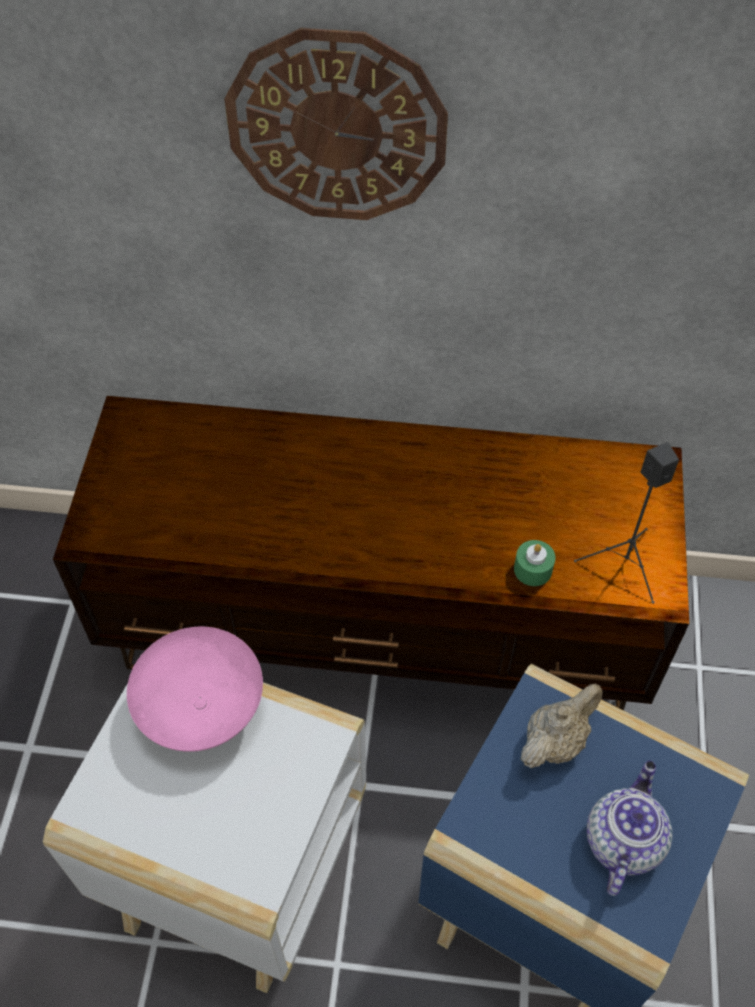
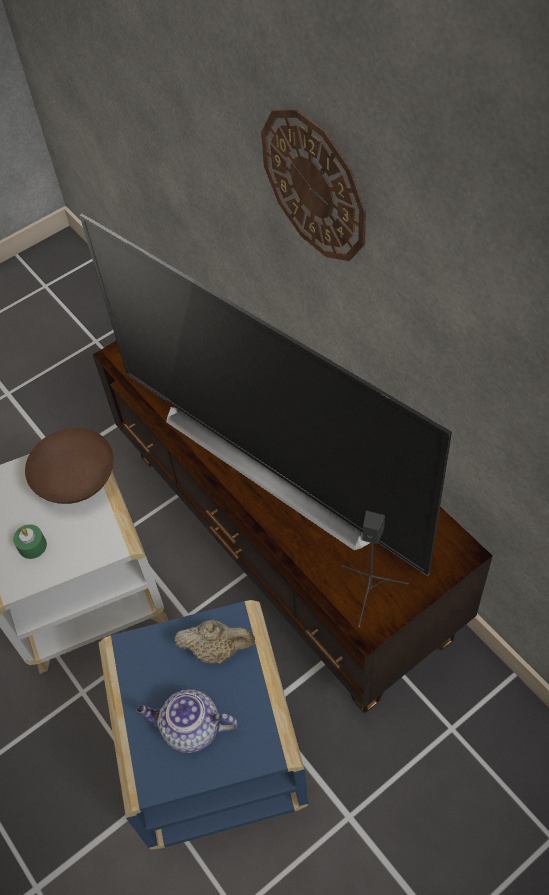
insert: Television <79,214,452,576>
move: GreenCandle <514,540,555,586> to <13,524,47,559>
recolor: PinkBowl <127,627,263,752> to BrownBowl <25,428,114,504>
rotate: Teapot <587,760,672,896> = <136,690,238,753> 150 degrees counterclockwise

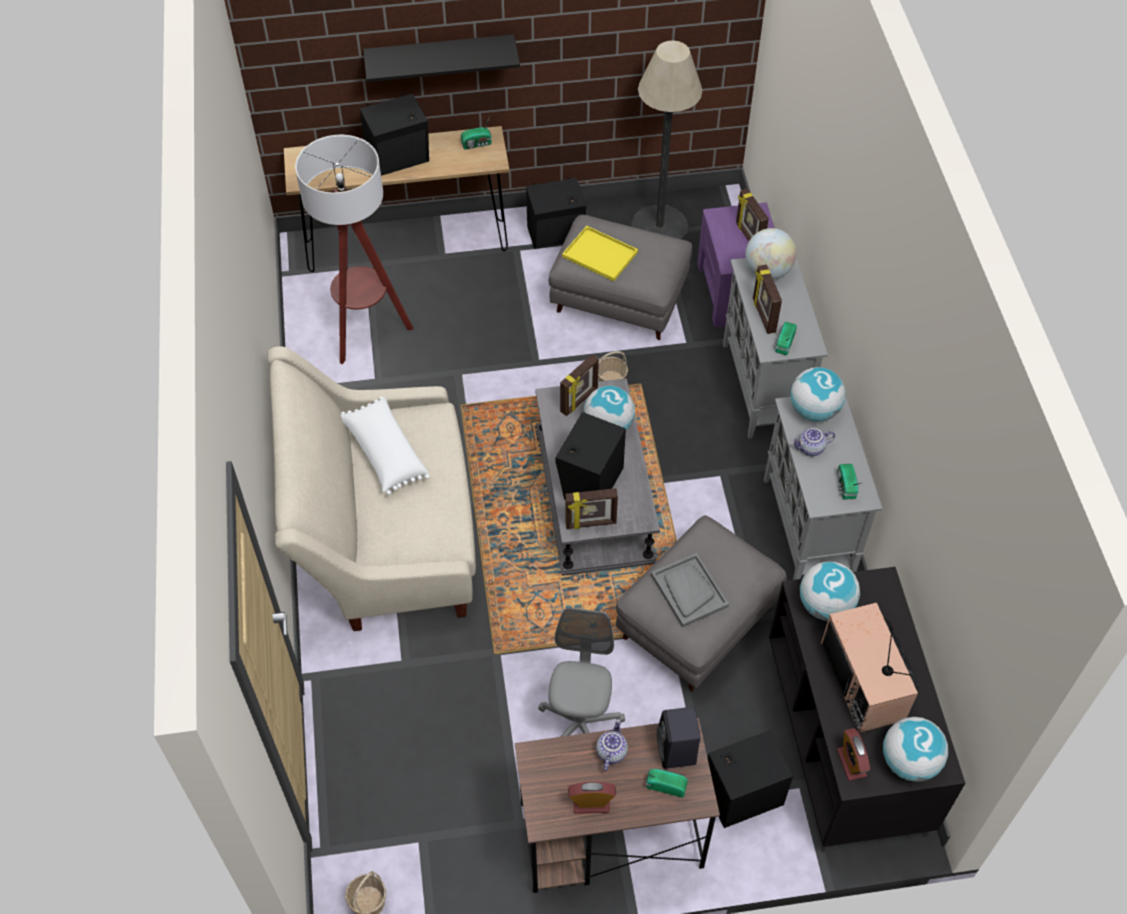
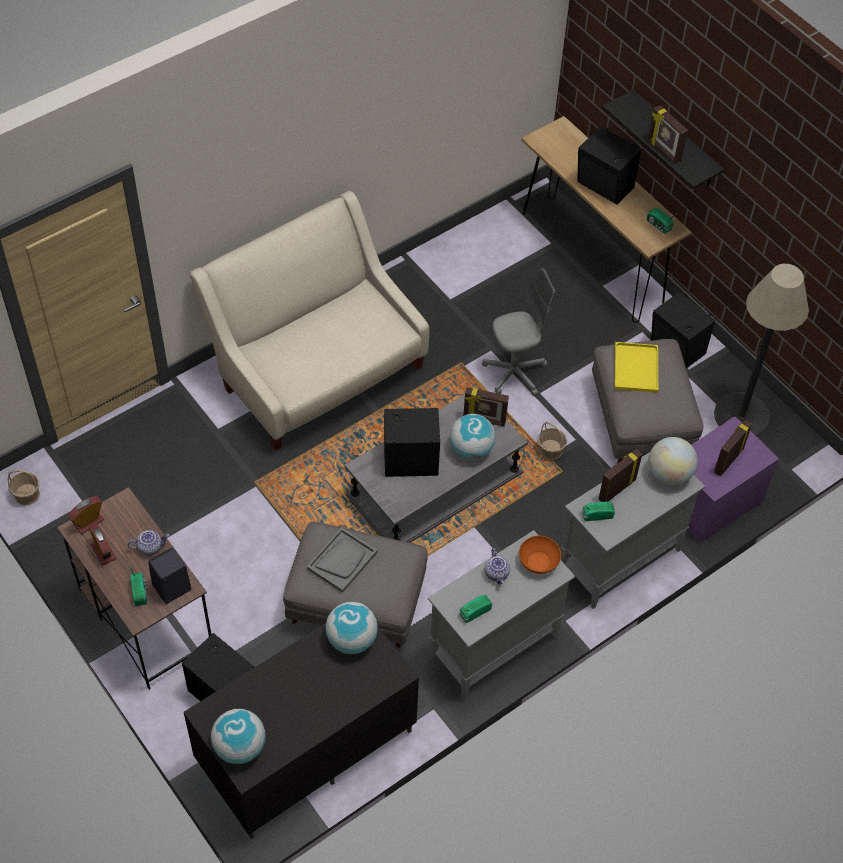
delete: FloorLamp <295,135,413,364>; WhitePillow <341,397,430,495>; Television <821,603,919,733>
move: GreyOfficeChair <538,608,625,737> to <482,268,555,396>; PictureFrame <565,488,618,529> to <648,105,688,164>; AlarmClock <837,728,870,781> to <68,496,104,534>
replace: Globe <790,367,846,422> to OrangeBowl <519,536,561,574>
rotate: Teapot <791,428,835,456> = <485,548,510,584> 150 degrees counterclockwise

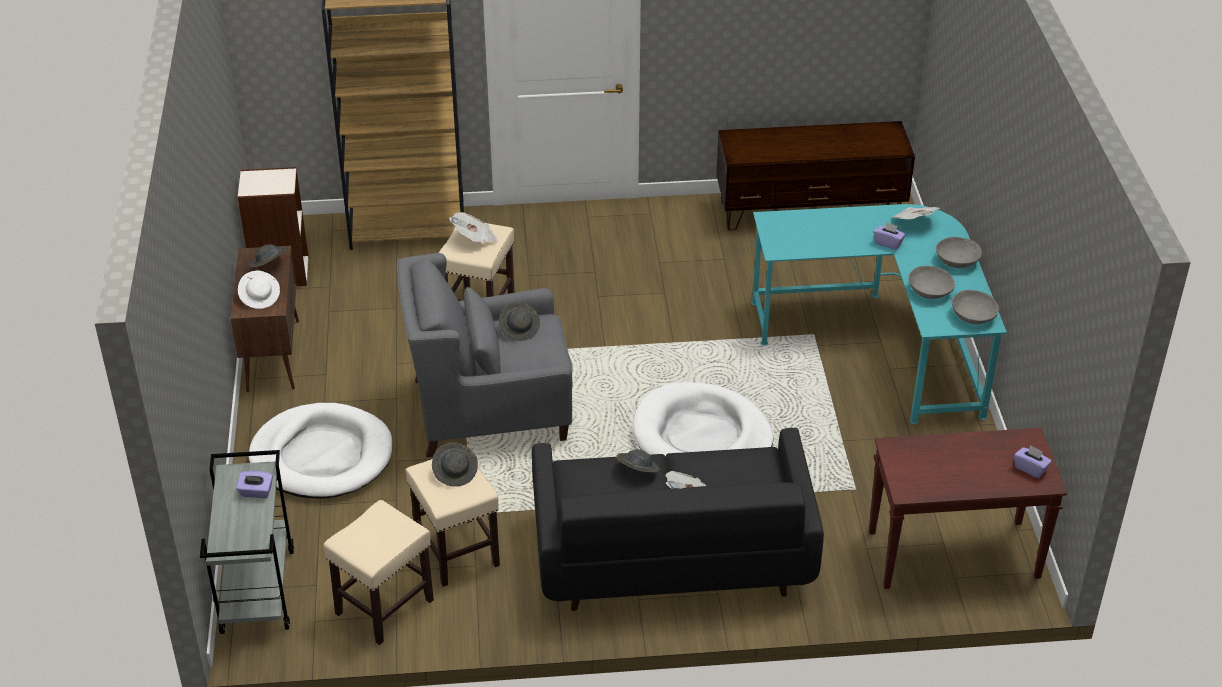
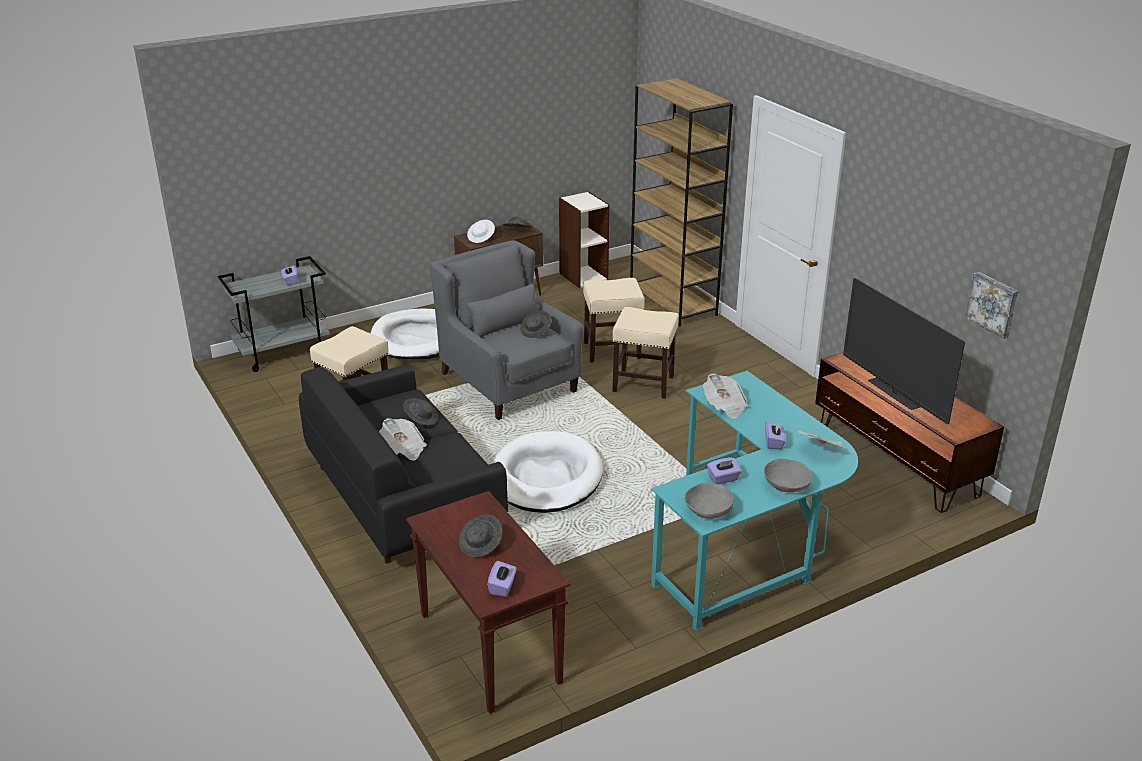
insert: Television <843,278,965,424>; Picture <965,272,1018,339>
move: BeigeStool <324,500,434,645> to <613,307,679,399>; GreyHat <432,442,478,487> to <459,514,503,557>; Newspaper <449,212,499,243> to <703,373,748,419>
replace: GreyBowl <908,266,955,299> to PurpleTissueBox <707,457,742,484>

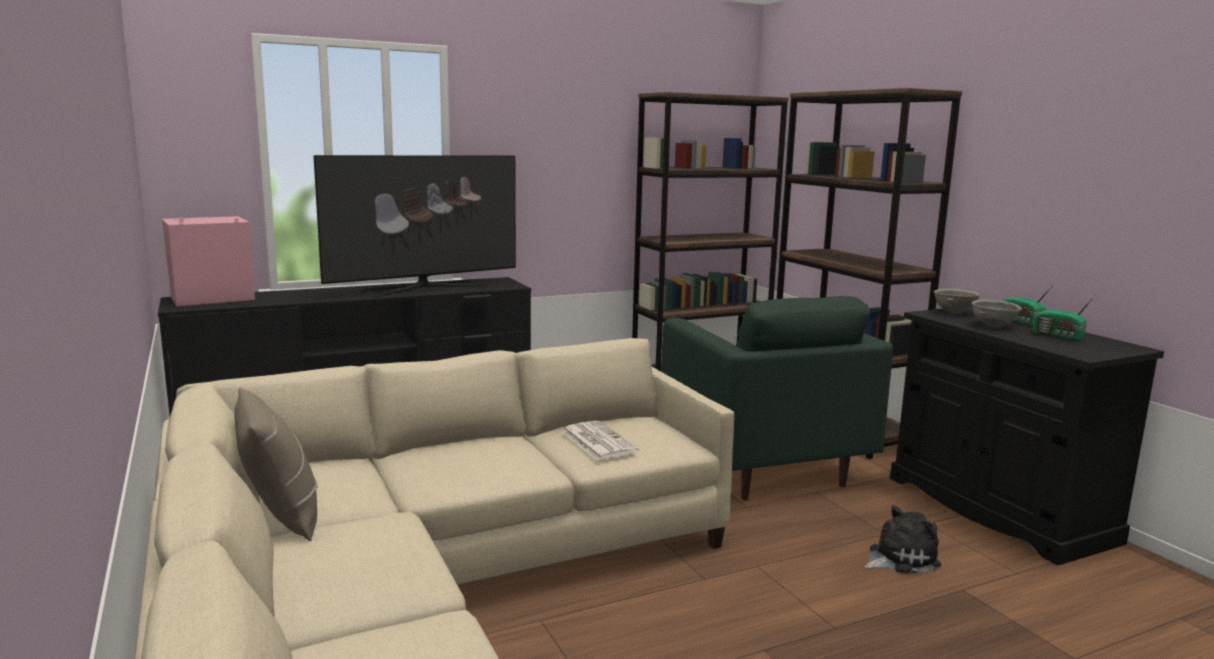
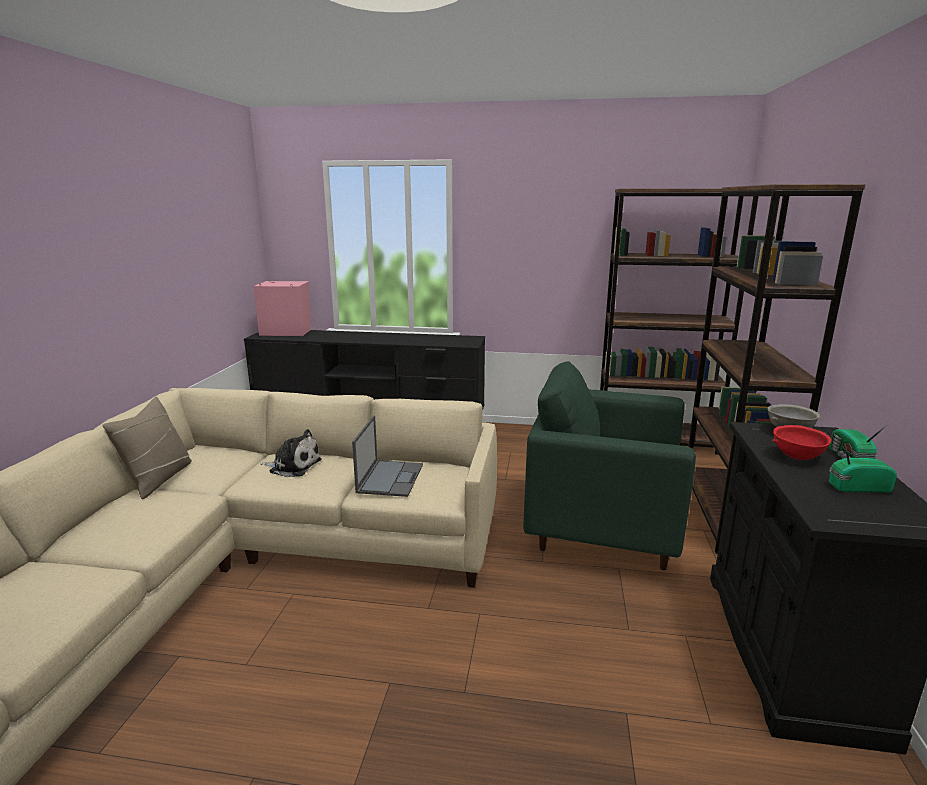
delete: Television <314,155,516,297>
move: PlushToy <864,505,941,574> to <261,429,322,477>
replace: Newspaper <562,421,639,460> to Laptop <352,415,423,497>
recolor: GreyBowl <972,299,1022,327> to RedBowl <772,425,831,460>
rotate: GreenArmchair <661,296,893,501> = <523,361,696,570> 90 degrees clockwise; Radio <1033,297,1094,340> = <829,443,897,493> 105 degrees clockwise

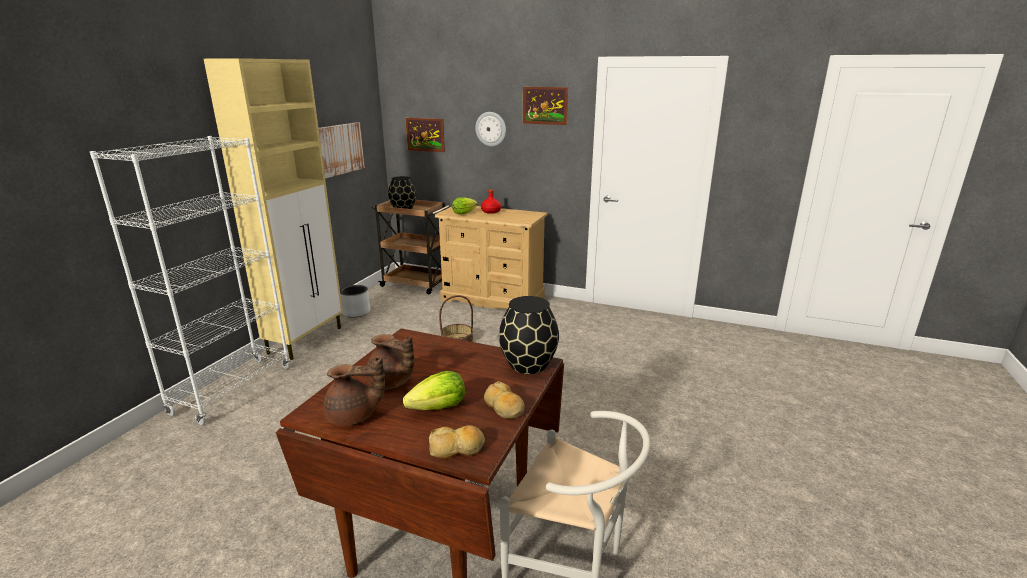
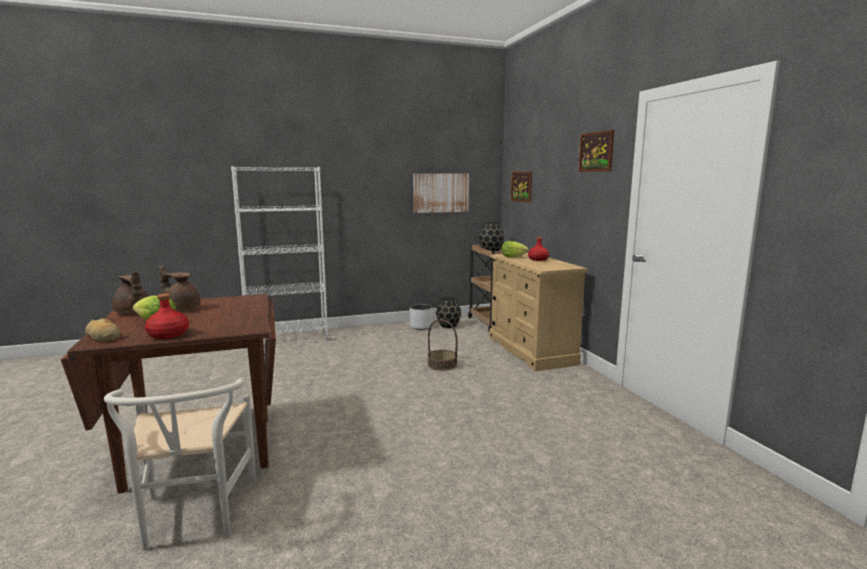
delete: BeigeCabinet <204,58,343,360>; WallClock <475,112,506,146>
move: BlackVase <499,296,559,374> to <436,297,461,328>
replace: Bread <484,381,525,419> to RedBottle <145,293,189,339>
rotate: BrownTeapot <366,334,414,389> = <159,265,201,311> 120 degrees clockwise

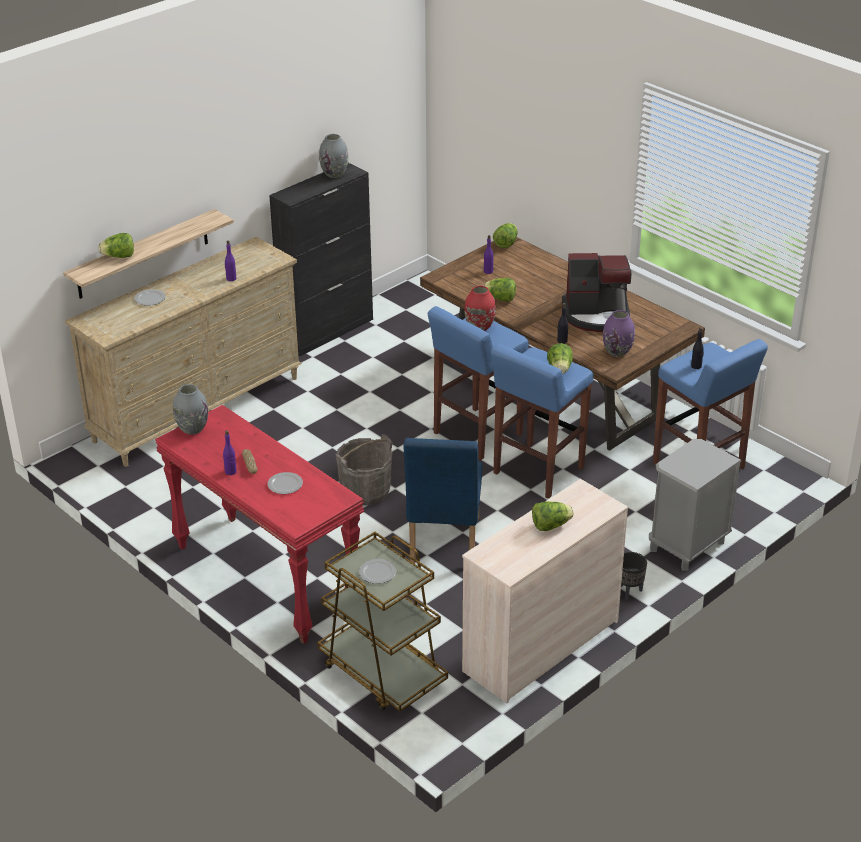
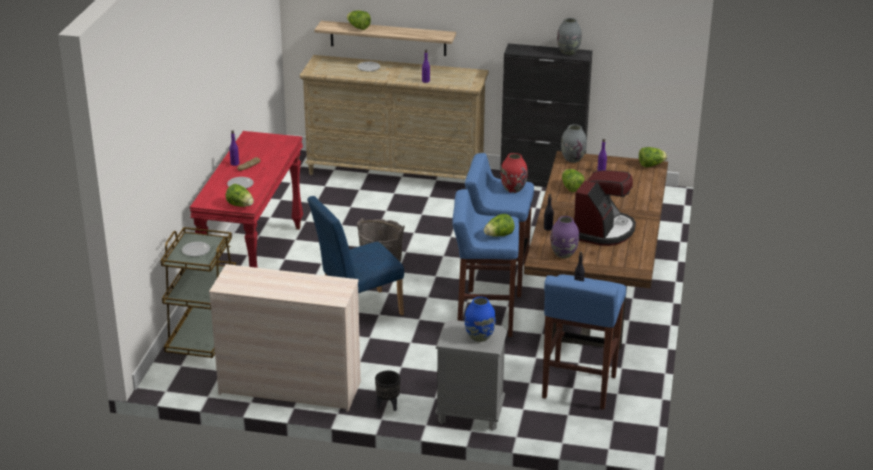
insert: BlueVase <465,297,496,342>
move: GreyVase <173,384,208,435> to <561,124,587,163>; Lettuce <532,501,574,531> to <226,184,254,207>
rotate: CoffeeMachine <562,253,631,332> = <574,170,636,246> 120 degrees counterclockwise

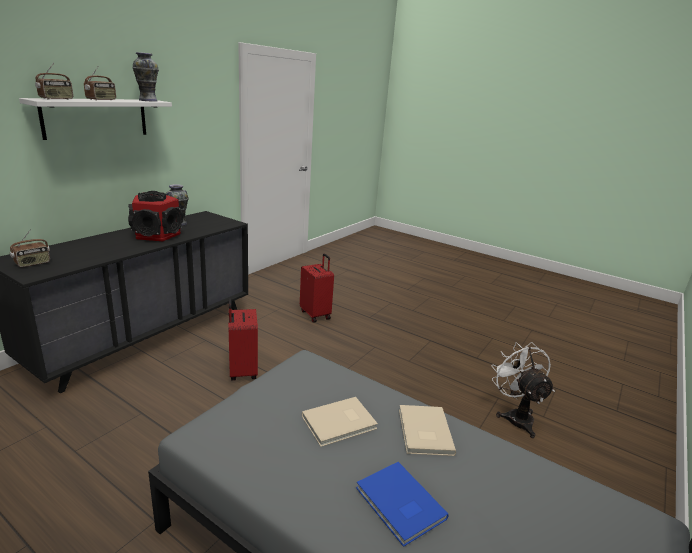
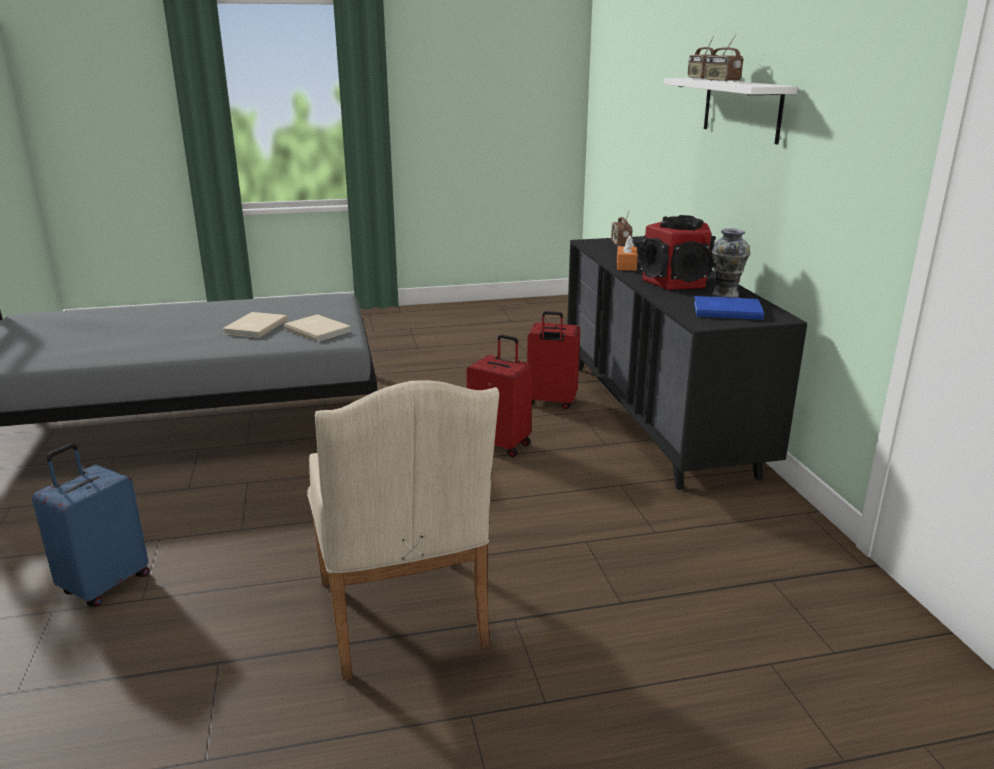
delete: Vase <132,52,159,102>
insert: BeigeArmchair <307,380,499,681>; OrangeTissueBox <617,236,638,271>
move: RedSuitcase <300,254,334,323> to <527,311,580,409>; BlueBook <356,462,449,547> to <694,296,764,320>; BeigeBook <399,405,456,456> to <284,314,351,342>
replace: WhiteFan <491,342,555,438> to BlueSuitcase <32,443,150,607>

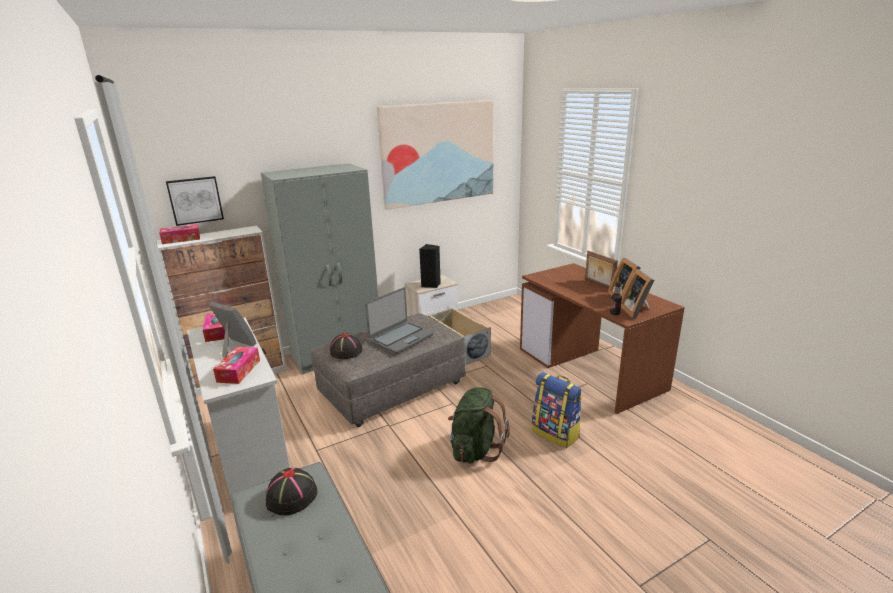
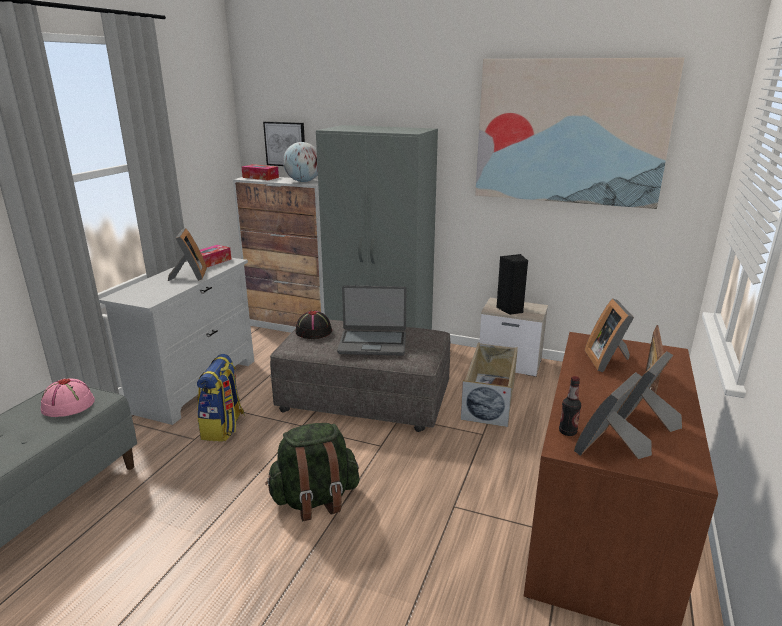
delete: TissueBox <213,347,260,384>
insert: Globe <283,142,318,182>; PictureFrame <585,298,634,372>
move: Backpack <532,372,582,448> to <197,354,245,441>
recolor: BlackHat <266,468,317,515> to PinkHat <41,378,95,417>

